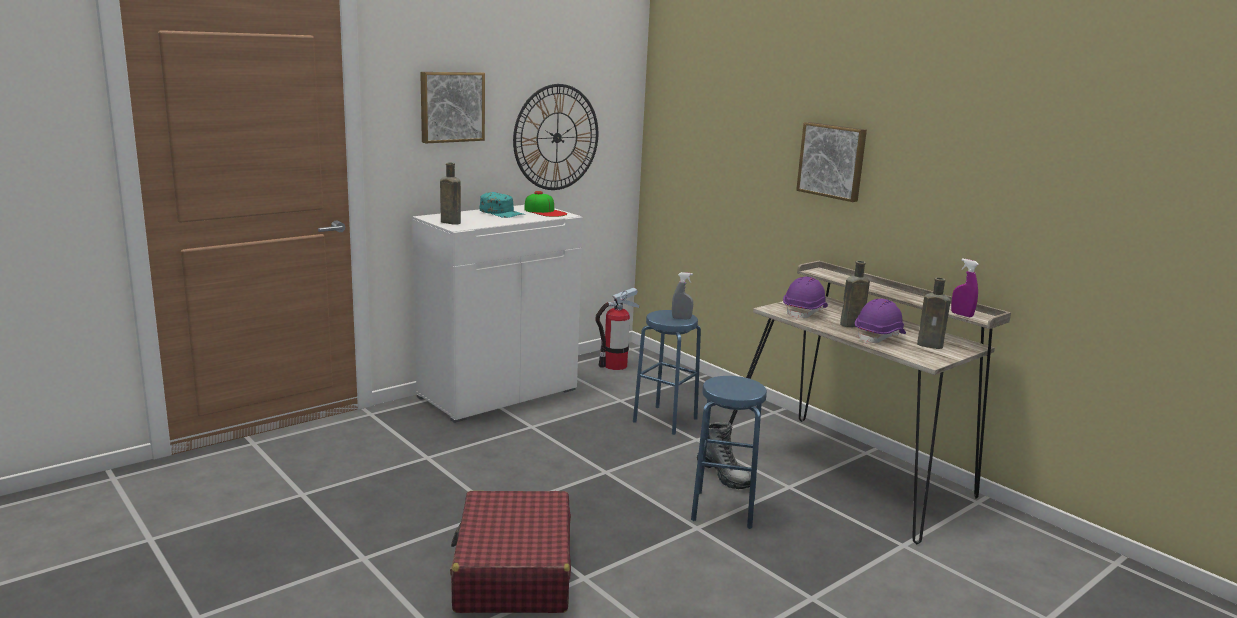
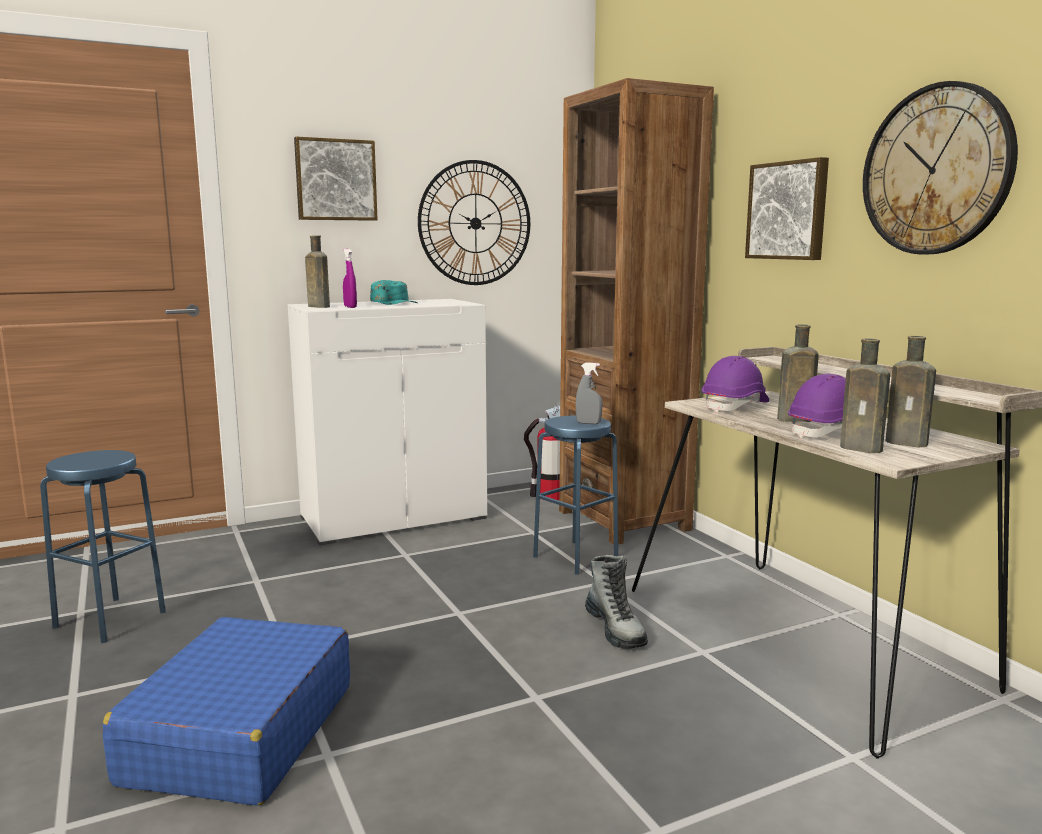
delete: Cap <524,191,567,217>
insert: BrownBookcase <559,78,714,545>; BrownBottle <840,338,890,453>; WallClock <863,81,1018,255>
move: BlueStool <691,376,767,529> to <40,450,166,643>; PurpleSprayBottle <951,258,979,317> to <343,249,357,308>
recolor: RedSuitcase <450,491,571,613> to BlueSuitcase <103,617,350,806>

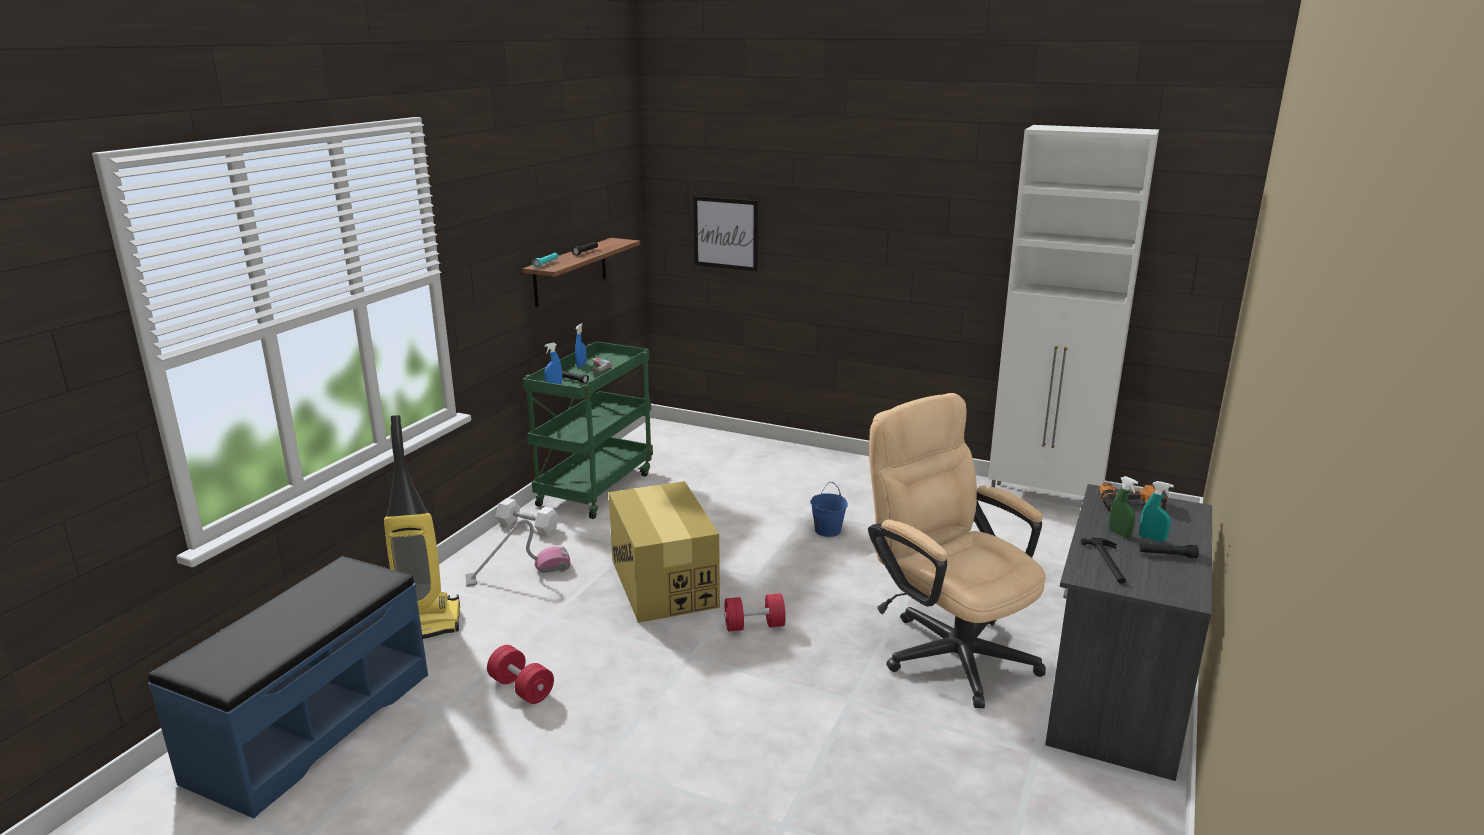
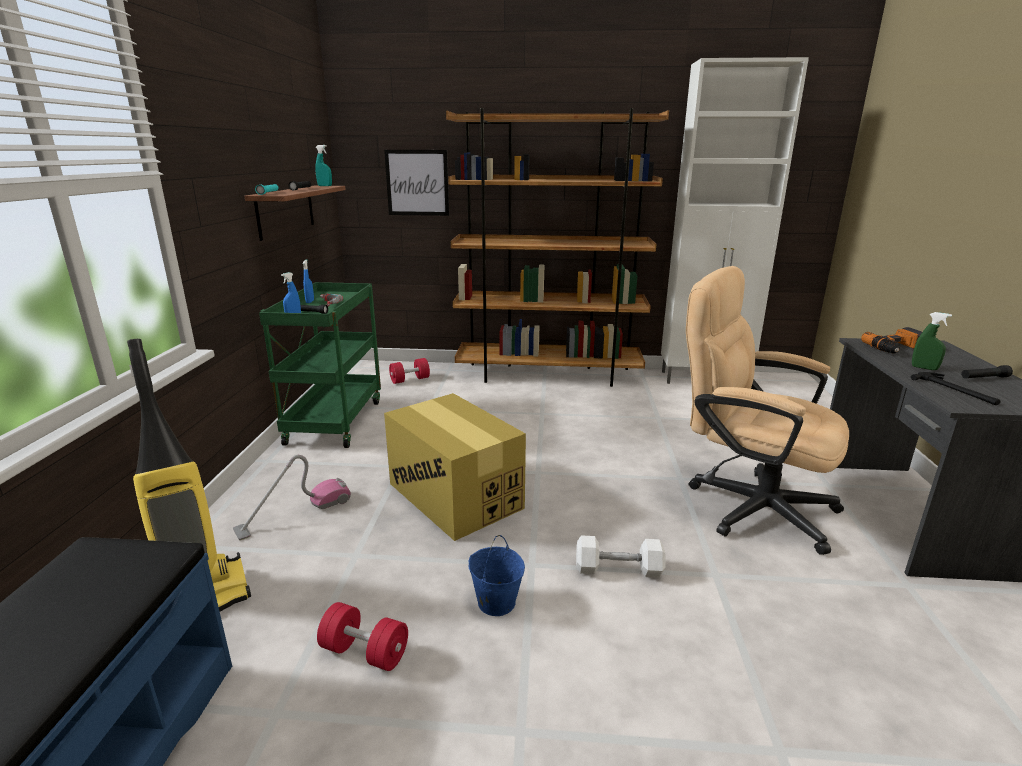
insert: BrownBookcase <446,108,669,387>
move: WhiteDumbbell <496,498,559,535> to <576,535,665,578>; RedDumbbell <724,593,786,632> to <389,358,430,384>; BlueBucket <810,482,848,537> to <468,535,525,616>; TurquoiseSprayBottle <1140,481,1174,542> to <315,145,332,186>

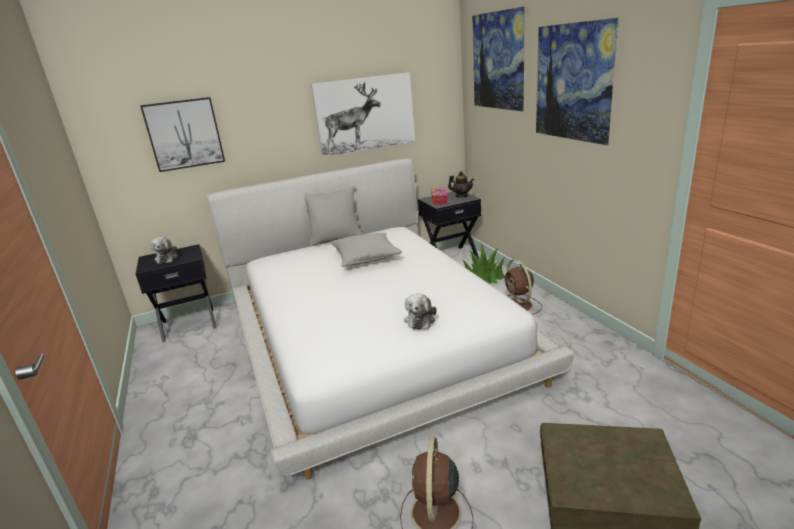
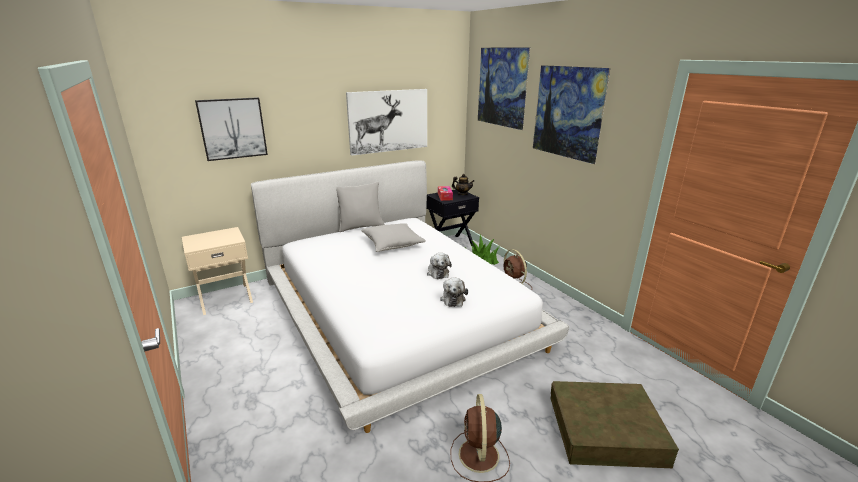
move: PlushToy <151,237,178,264> to <427,253,452,279>
recolor: BlackNightstand <136,244,216,342> to BeigeNightstand <182,227,253,315>

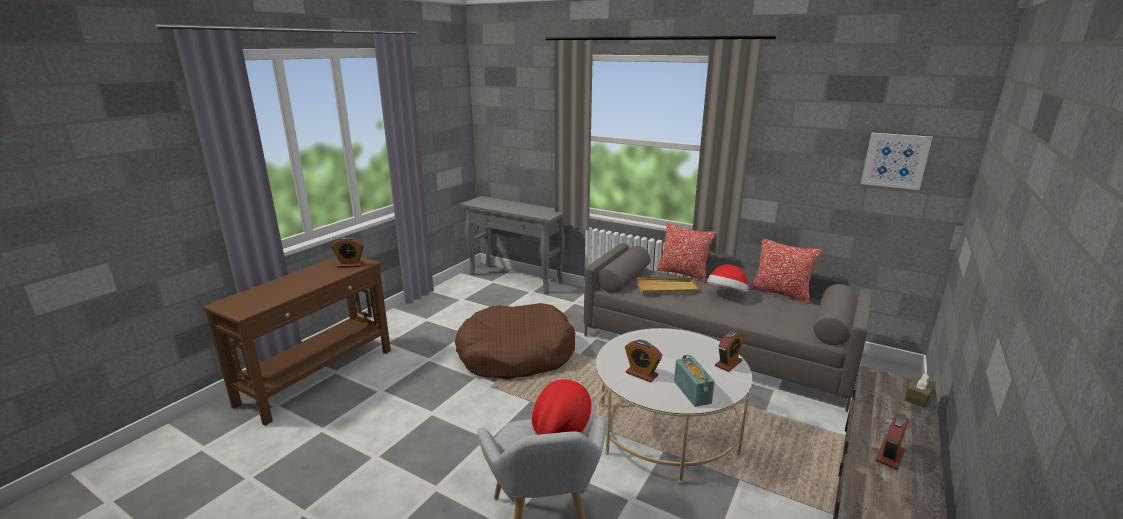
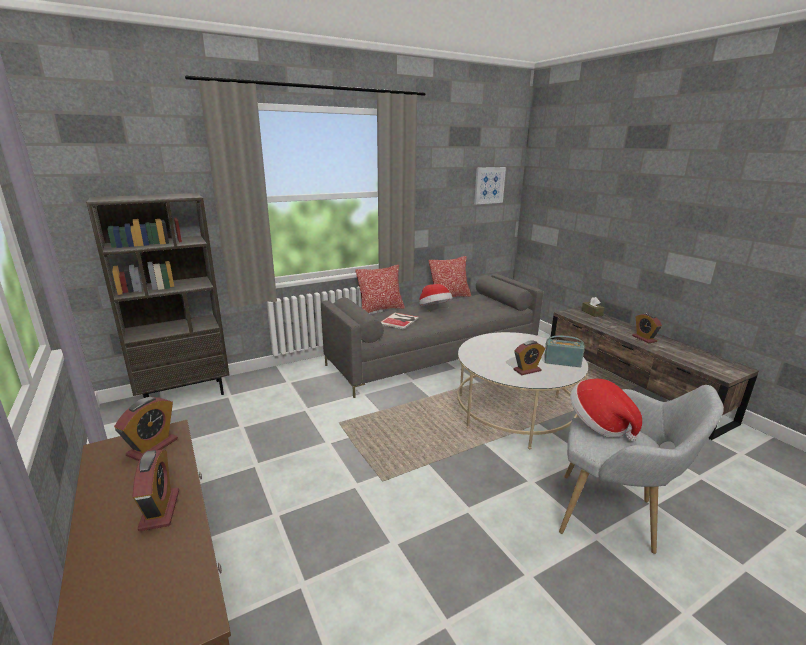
delete: BrownDogBed <455,303,575,380>
move: AlarmClock <715,330,744,372> to <133,449,179,531>
replace: GreyConsoleTable <460,196,565,294> to BrownBookcase <86,193,229,398>; BeigeTray <637,278,700,294> to Book <381,313,419,330>

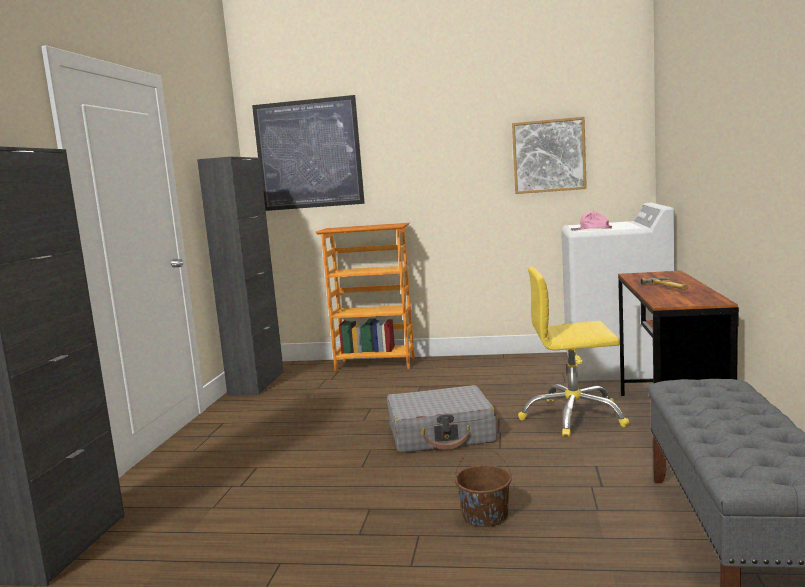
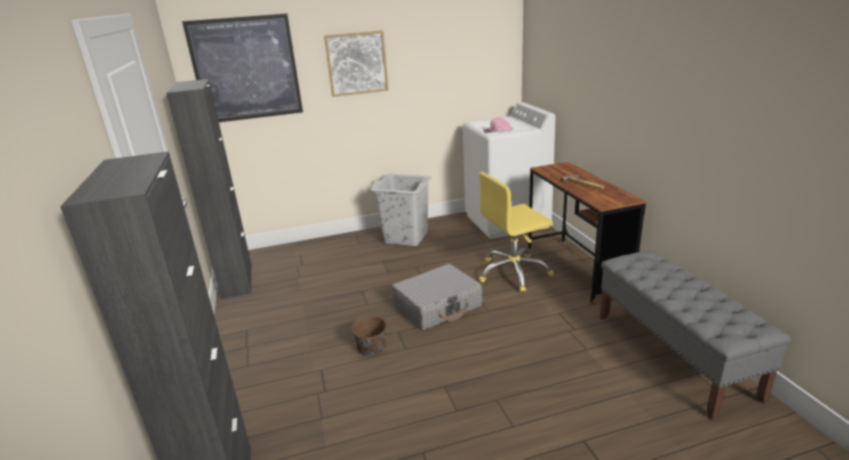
delete: Bookcase <316,223,415,371>
insert: GreyLaundryBasket <370,174,432,246>
move: BrownBucket <455,447,512,527> to <352,309,387,356>; Picture <512,117,587,194> to <324,31,389,97>

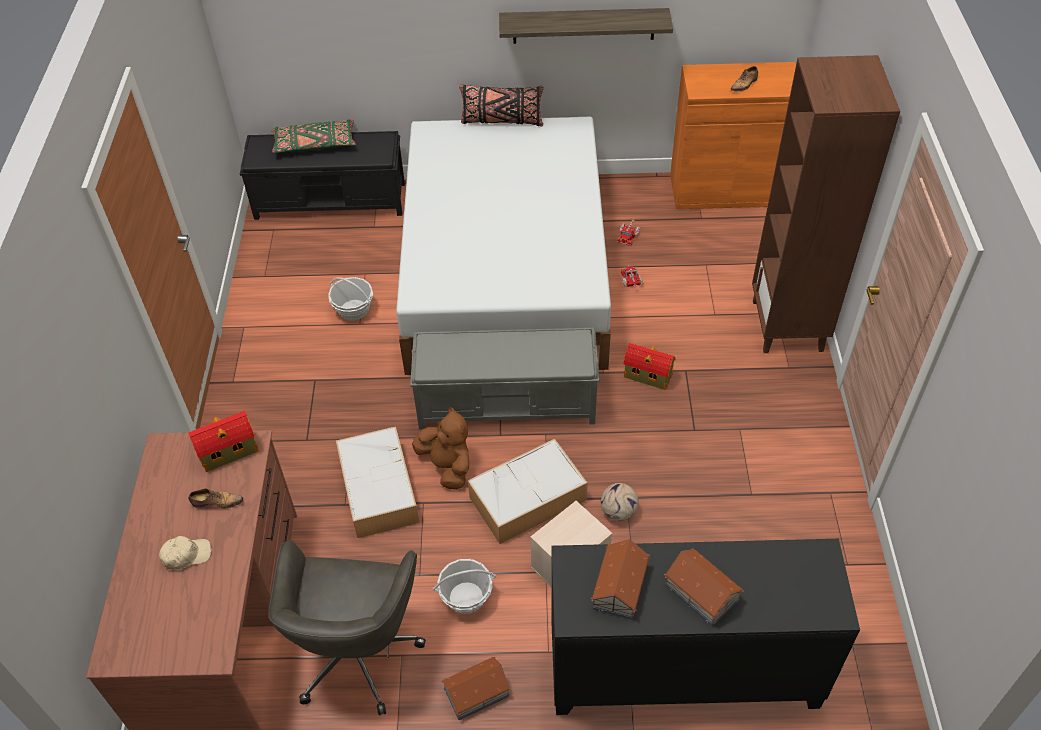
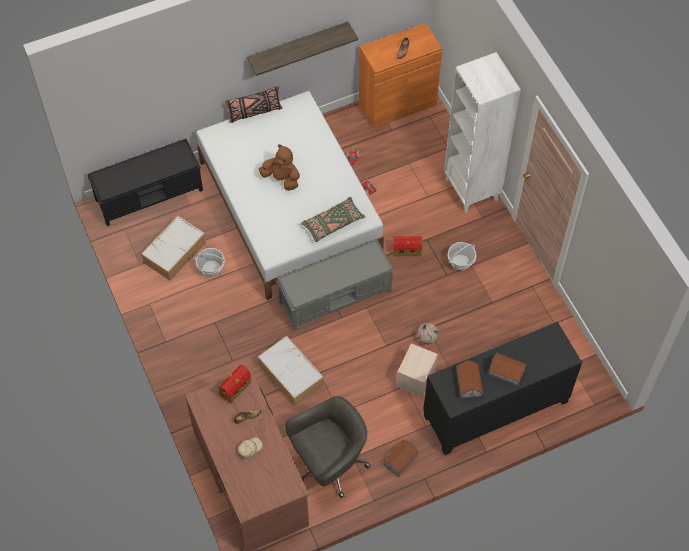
move: GreenPillow <271,119,356,154> to <301,197,366,242>; BrownPlushToy <412,407,469,490> to <259,144,300,190>; Basket <433,559,496,614> to <448,242,476,270>; StorageBox <468,439,587,544> to <141,216,206,281>
recolor: BrownBookcase <752,55,900,353> to WhiteBookcase <444,52,521,213>
rotate: GreyOfficeChair <268,540,426,715> = <286,396,371,498> 105 degrees counterclockwise

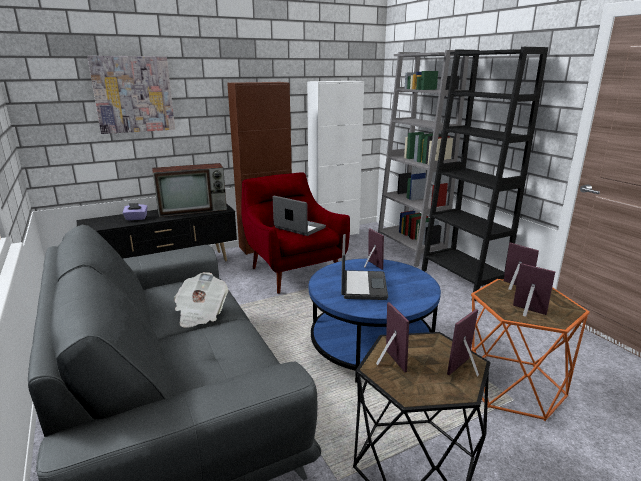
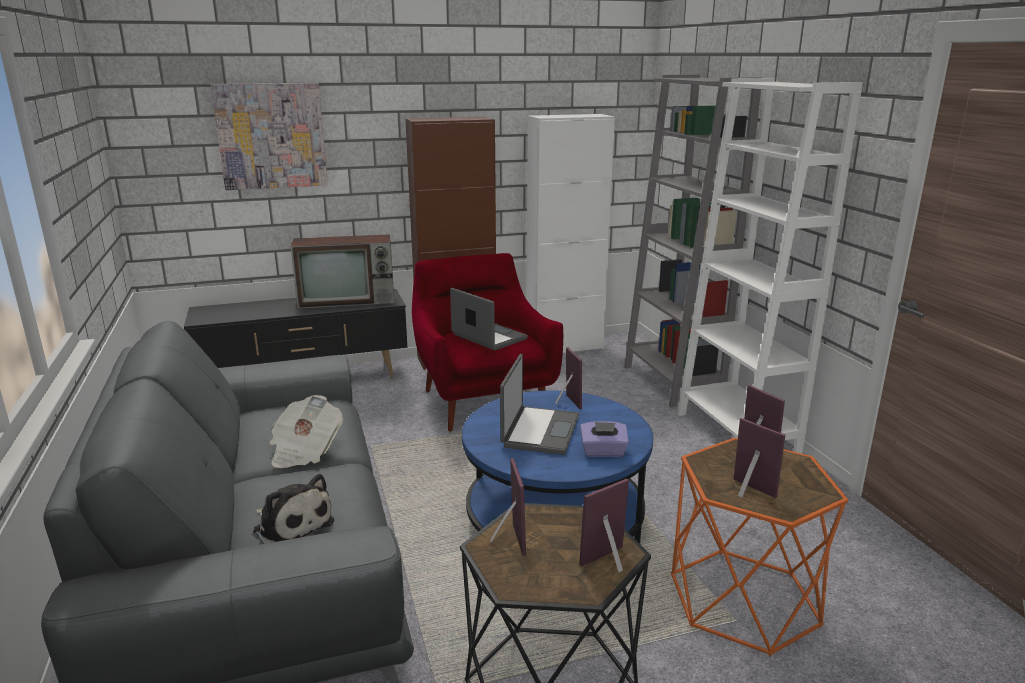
insert: PlushToy <253,474,334,544>
move: PurpleTissueBox <122,203,148,220> to <580,421,629,457>
recolor: BlackBookcase <422,47,548,301> to WhiteBookcase <678,78,863,454>

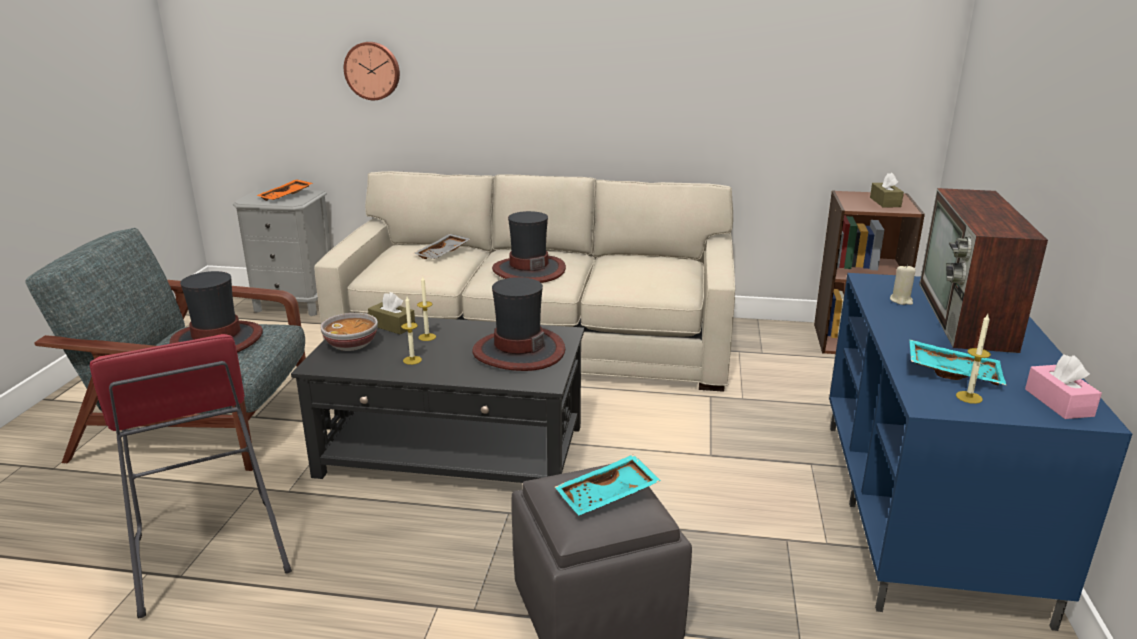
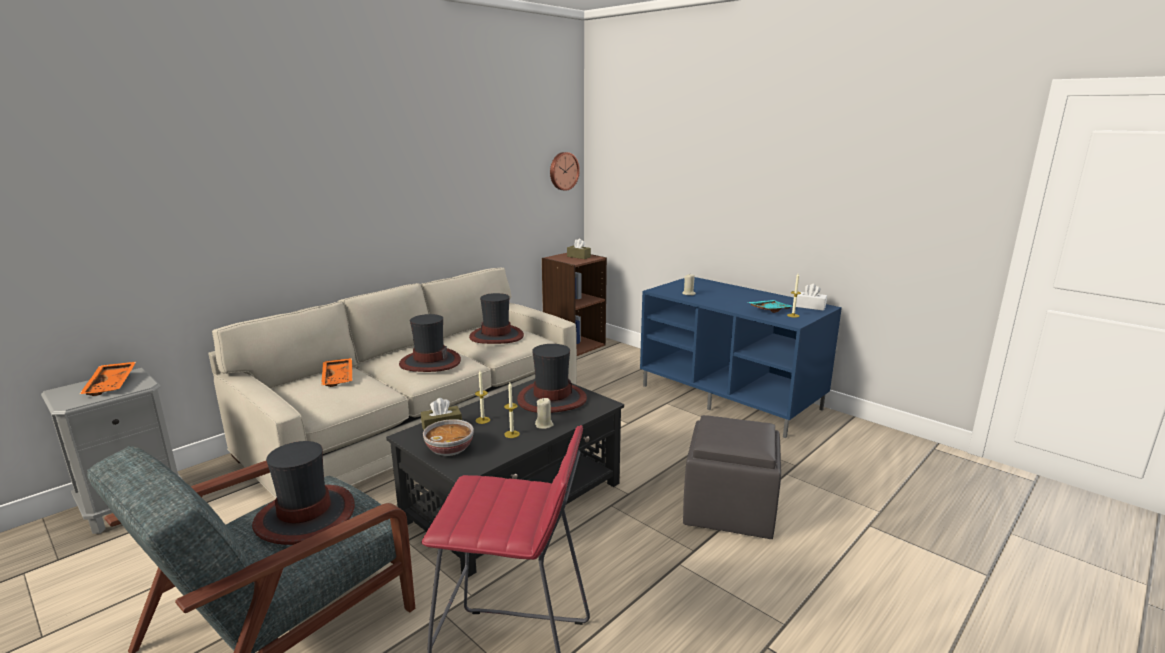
delete: TurquoiseTray <555,454,661,515>; Television <919,188,1048,353>
insert: Hat <469,293,524,344>; BeigeCandle <535,398,554,429>
move: WallClock <344,42,400,100> to <550,152,580,191>
recolor: GreyTray <413,234,470,259> to OrangeTray <321,358,352,387>; PinkTissueBox <1025,355,1102,419> to WhiteTissueBox <796,284,827,311>

